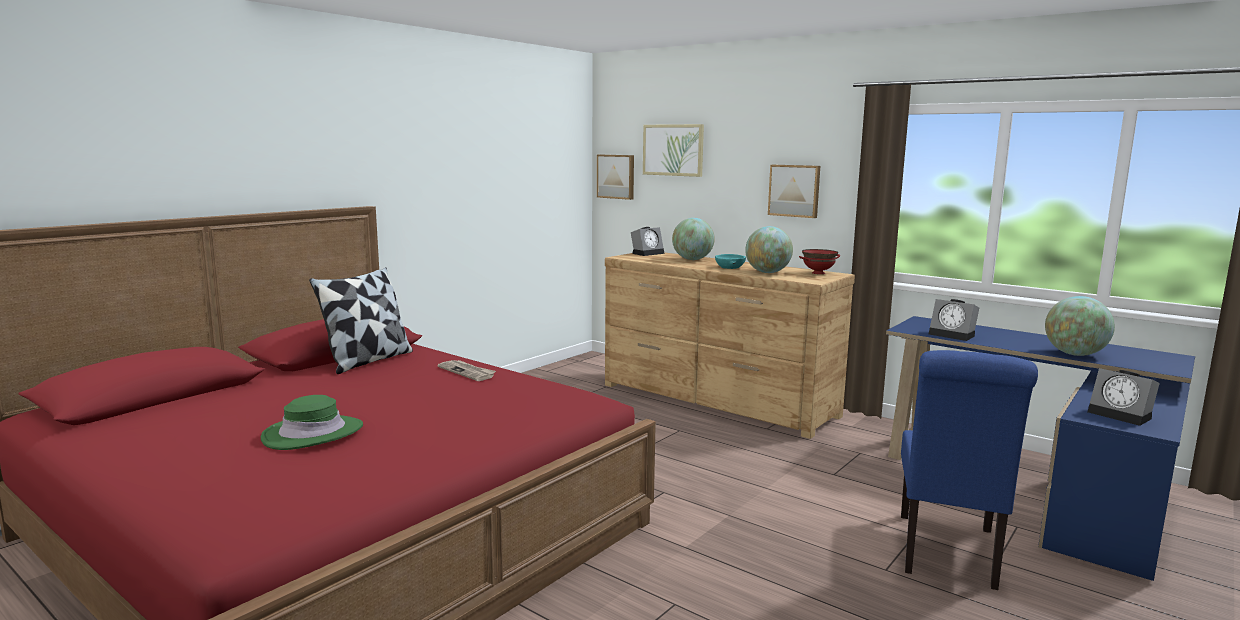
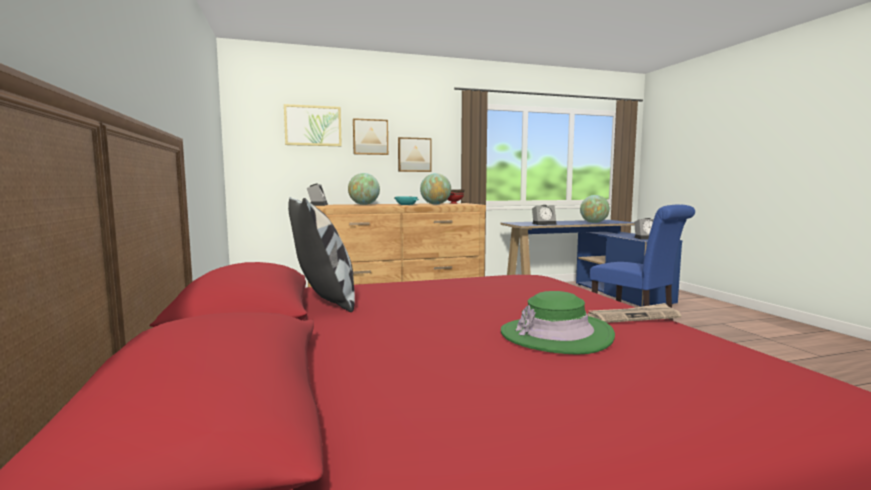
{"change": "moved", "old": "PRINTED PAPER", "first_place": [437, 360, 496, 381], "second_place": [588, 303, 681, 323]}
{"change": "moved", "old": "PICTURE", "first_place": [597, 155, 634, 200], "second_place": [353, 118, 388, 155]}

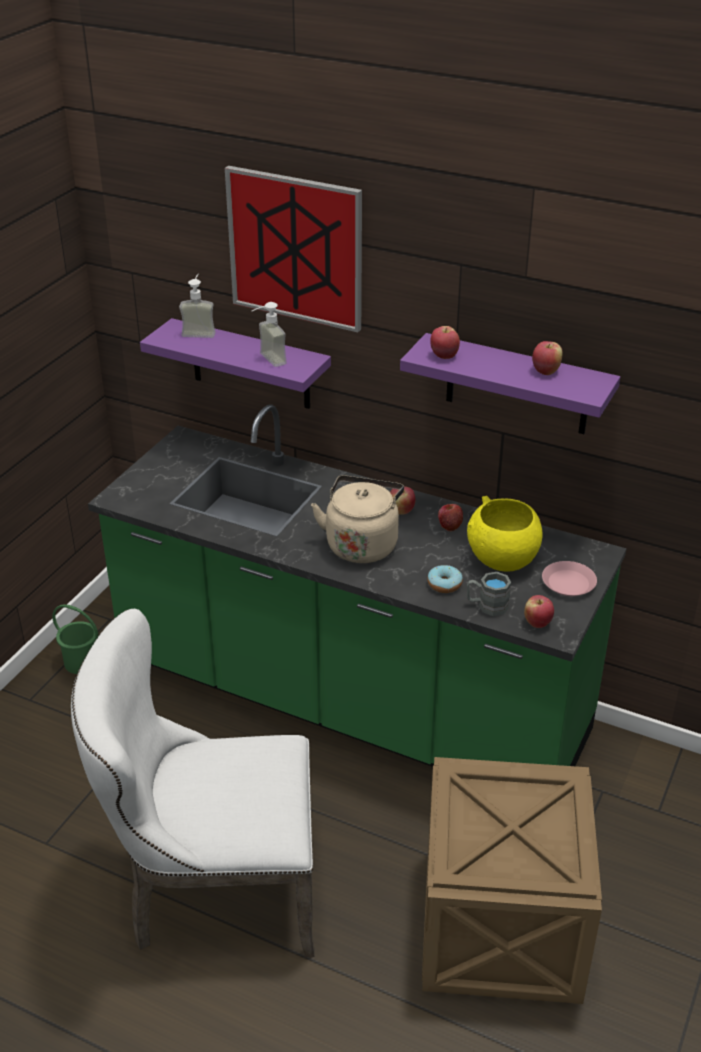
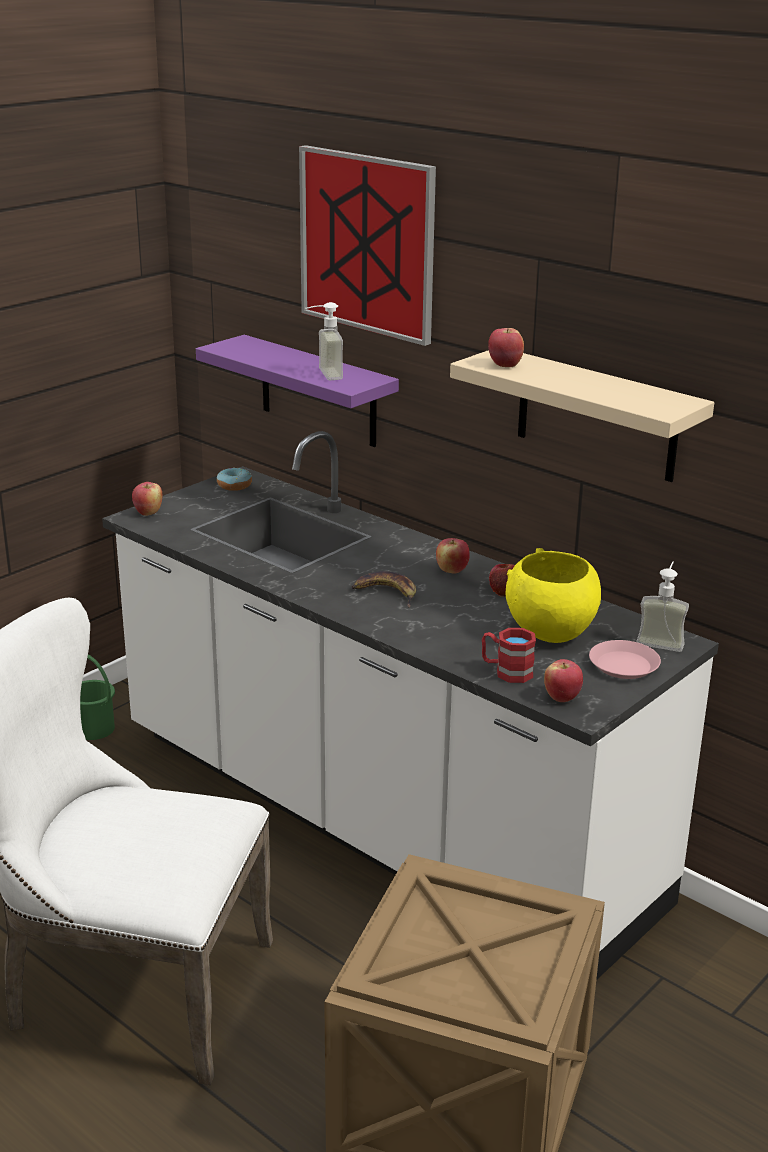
{"change": "recoloured", "old": "GREEN KITCHEN COUNTER", "new": "WHITISH KITCHEN COUNTER", "first_place": [88, 404, 626, 767], "second_place": [102, 431, 719, 980]}
{"change": "moved", "old": "LIQUID SOAP BOTTLE", "first_place": [179, 274, 216, 338], "second_place": [636, 562, 689, 652]}
{"change": "replaced", "old": "BEIGE-COLOURED TEA KETTLE", "new": "BANANA", "first_place": [311, 475, 404, 563], "second_place": [352, 571, 416, 608]}
{"change": "recoloured", "old": "PURPLE-COLOURED BRACKET SHELF", "new": "BEIGE-COLOURED BRACKET SHELF", "first_place": [400, 333, 620, 434], "second_place": [450, 350, 714, 482]}
{"change": "moved", "old": "DOUGHNUT", "first_place": [427, 565, 463, 593], "second_place": [217, 468, 252, 491]}
{"change": "recoloured", "old": "GRAY COFFEE MUG", "new": "RED-COLOURED COFFEE MUG", "first_place": [467, 572, 511, 616], "second_place": [482, 628, 536, 683]}
{"change": "moved", "old": "APPLE", "first_place": [532, 341, 563, 375], "second_place": [132, 482, 162, 516]}

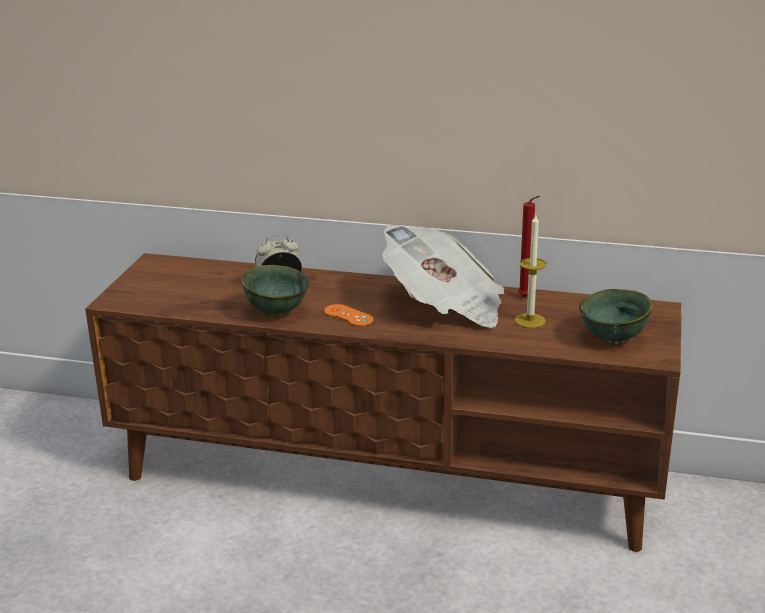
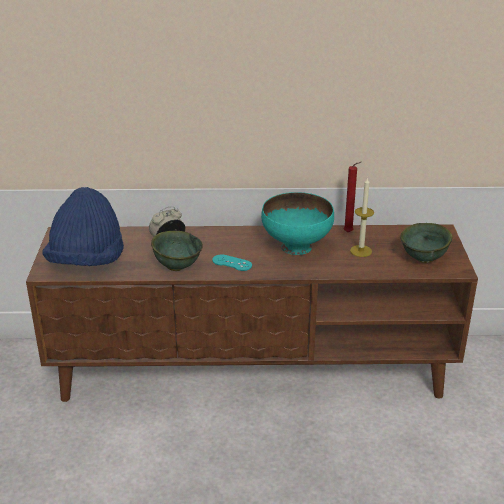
{"change": "recoloured", "old": "ORANGE-COLOURED JOYPAD", "new": "TURQUOISE JOYPAD", "first_place": [324, 304, 373, 326], "second_place": [212, 254, 252, 271]}
{"change": "replaced", "old": "PRINTED PAPER", "new": "TURQUOISE BOWL", "first_place": [382, 225, 504, 328], "second_place": [261, 192, 334, 255]}
{"change": "added", "new": "BLUISH HAT", "second_place": [42, 187, 124, 266]}

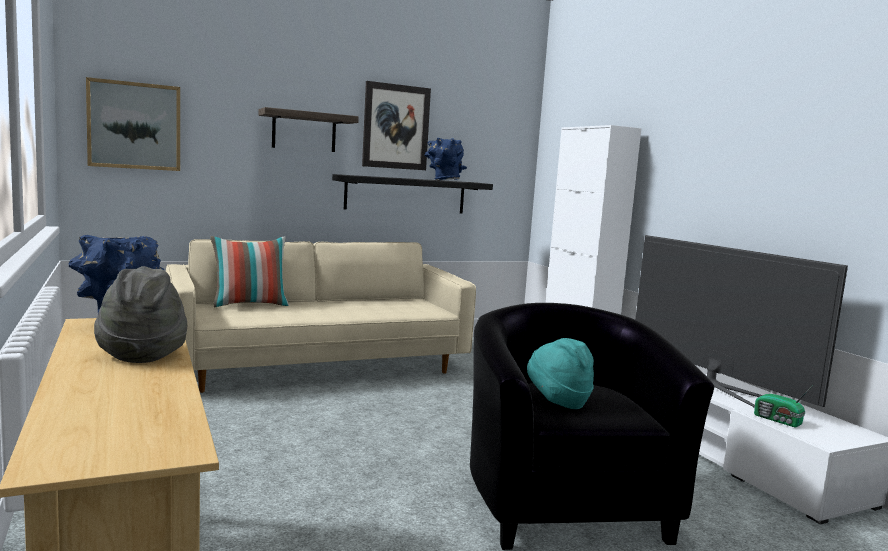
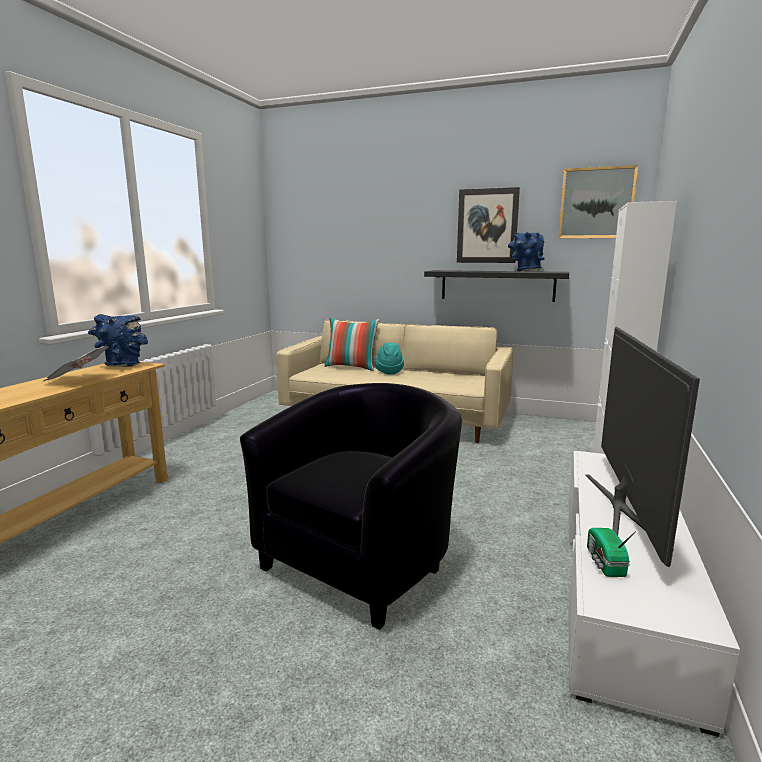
{"change": "moved", "old": "PICTURE", "first_place": [86, 77, 180, 171], "second_place": [558, 165, 638, 239]}
{"change": "replaced", "old": "GRAY HAT", "new": "PRINTED PAPER", "first_place": [94, 266, 187, 363], "second_place": [43, 345, 109, 381]}
{"change": "removed", "old": "BRACKET SHELF", "first_place": [259, 107, 359, 152]}
{"change": "moved", "old": "TURQUOISE HAT", "first_place": [527, 338, 594, 409], "second_place": [375, 342, 404, 375]}

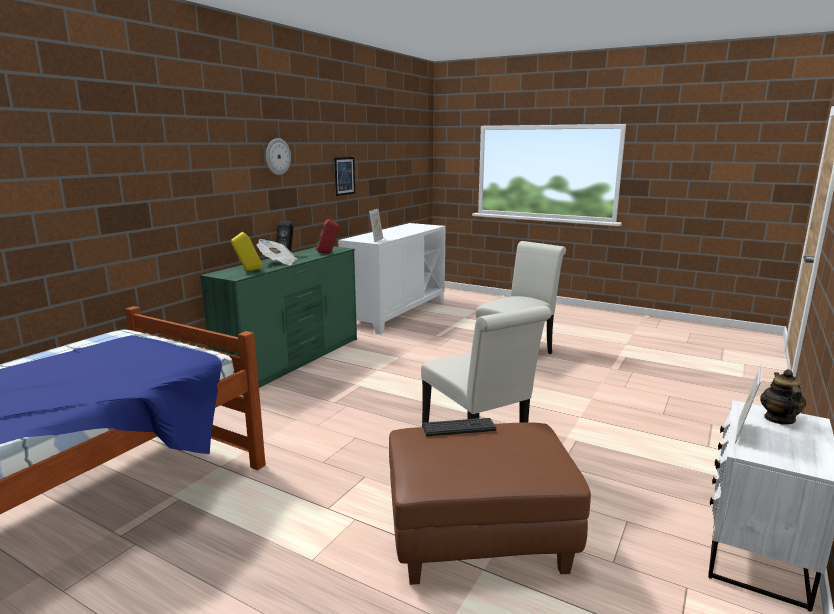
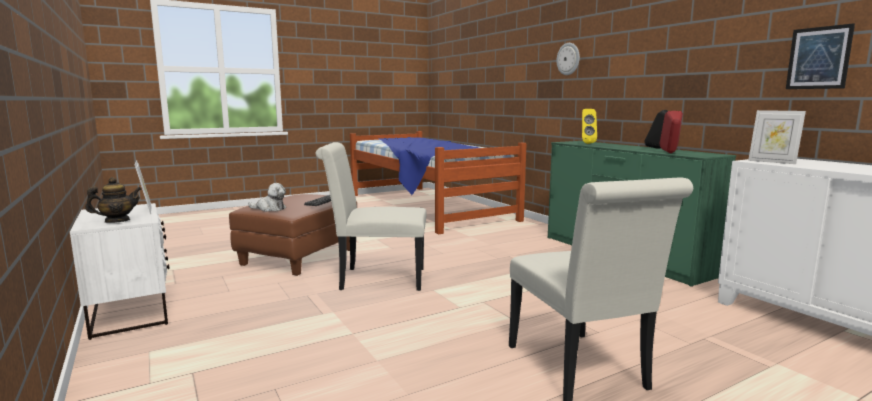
{"change": "removed", "old": "PRINTED PAPER", "first_place": [256, 239, 297, 265]}
{"change": "moved", "old": "WALL CLOCK", "first_place": [266, 138, 291, 175], "second_place": [556, 43, 580, 75]}
{"change": "turned", "old": "POT FOR TEA", "first_place": [760, 369, 806, 425], "second_place": [85, 177, 142, 223], "degrees": -75}
{"change": "added", "new": "PLUSH TOY", "second_place": [248, 183, 286, 212]}

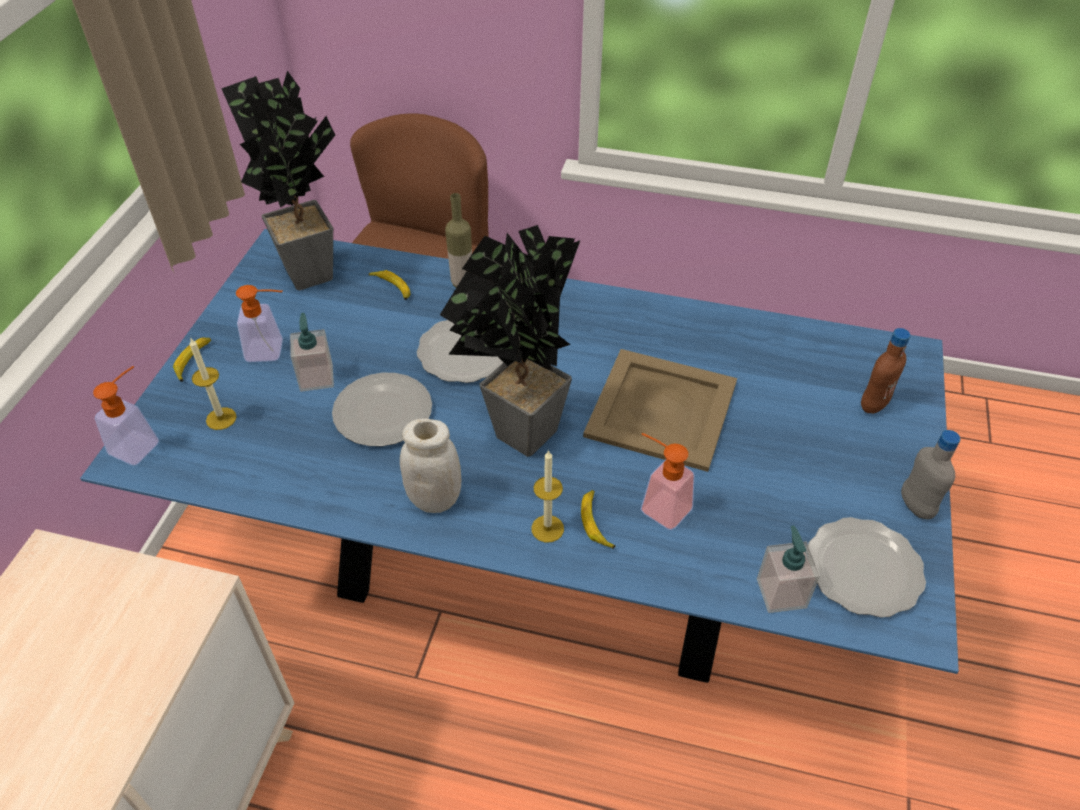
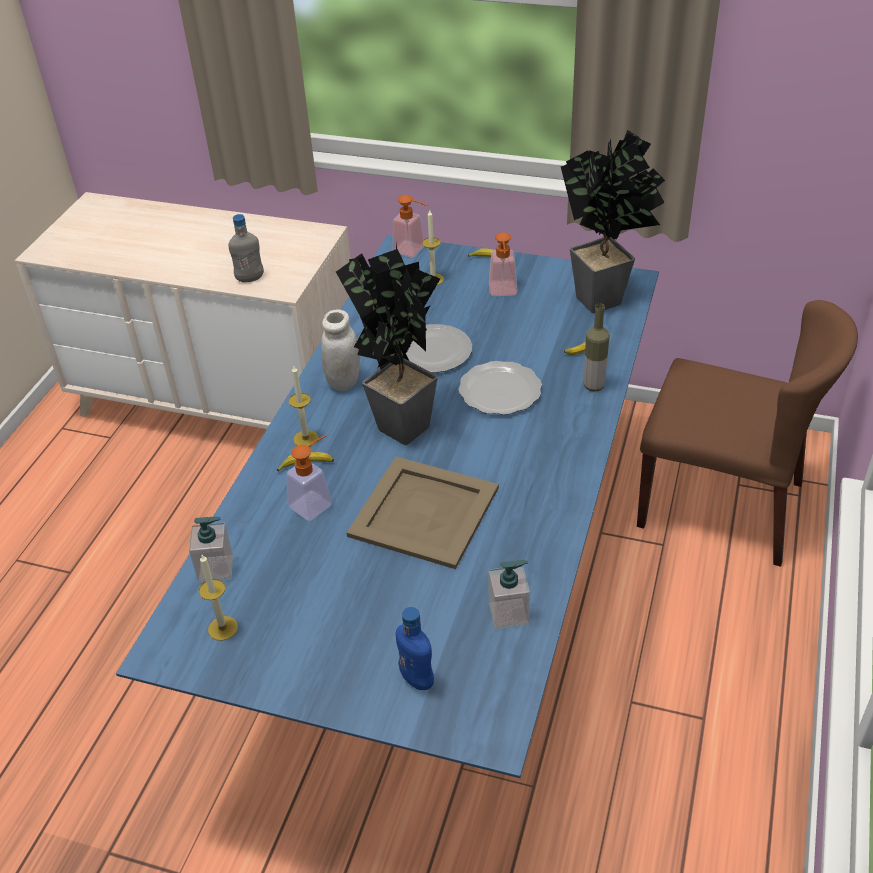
{"change": "moved", "old": "LIQUID SOAP BOTTLE", "first_place": [290, 313, 334, 392], "second_place": [488, 560, 530, 630]}
{"change": "replaced", "old": "DINNER PLATE", "new": "WAX CANDLE", "first_place": [808, 517, 926, 618], "second_place": [199, 555, 238, 641]}
{"change": "recoloured", "old": "BROWN BOTTLE", "new": "BLUISH BOTTLE", "first_place": [861, 328, 910, 414], "second_place": [396, 607, 434, 690]}
{"change": "moved", "old": "GRAY BOTTLE", "first_place": [901, 430, 960, 519], "second_place": [228, 214, 264, 283]}

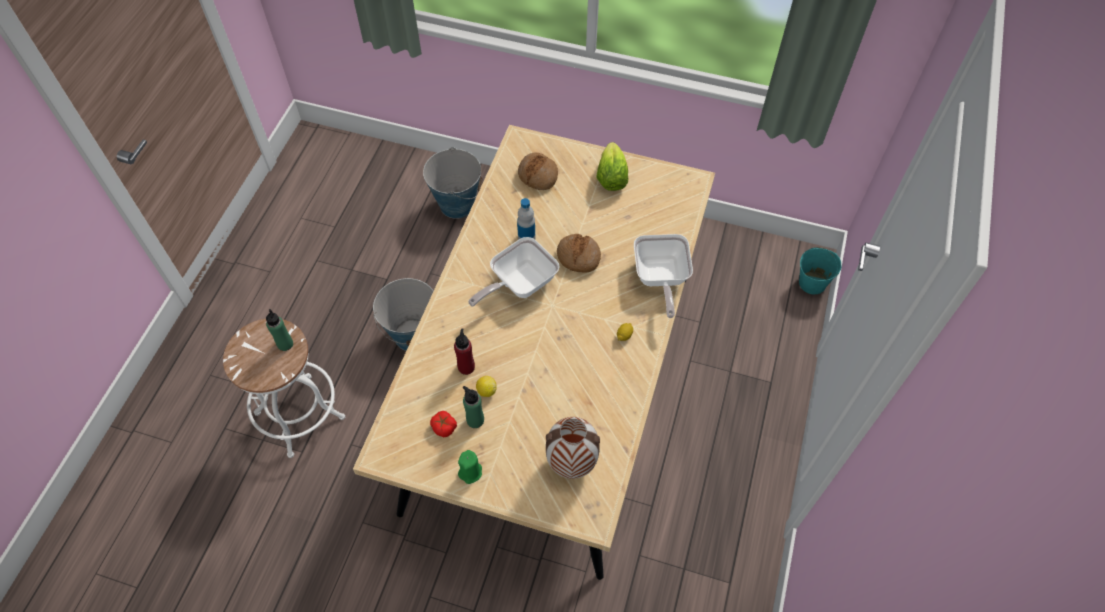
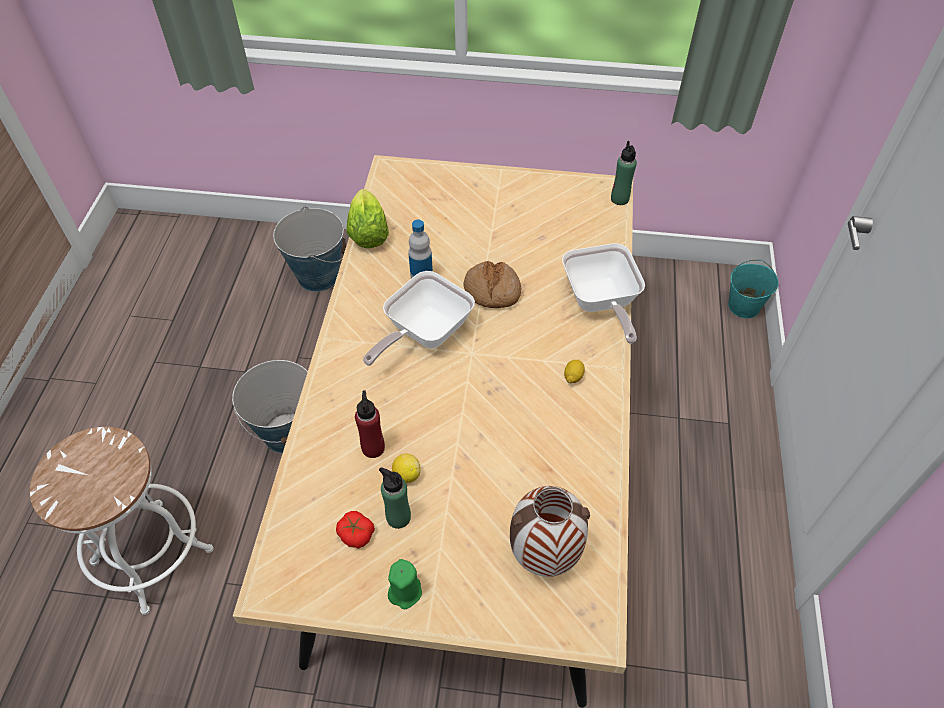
{"change": "moved", "old": "GREEN BOTTLE", "first_place": [266, 309, 293, 351], "second_place": [611, 141, 637, 205]}
{"change": "removed", "old": "BAKED BREAD", "first_place": [518, 153, 558, 190]}
{"change": "moved", "old": "HEAD OF LETTUCE", "first_place": [597, 142, 628, 191], "second_place": [346, 189, 389, 248]}

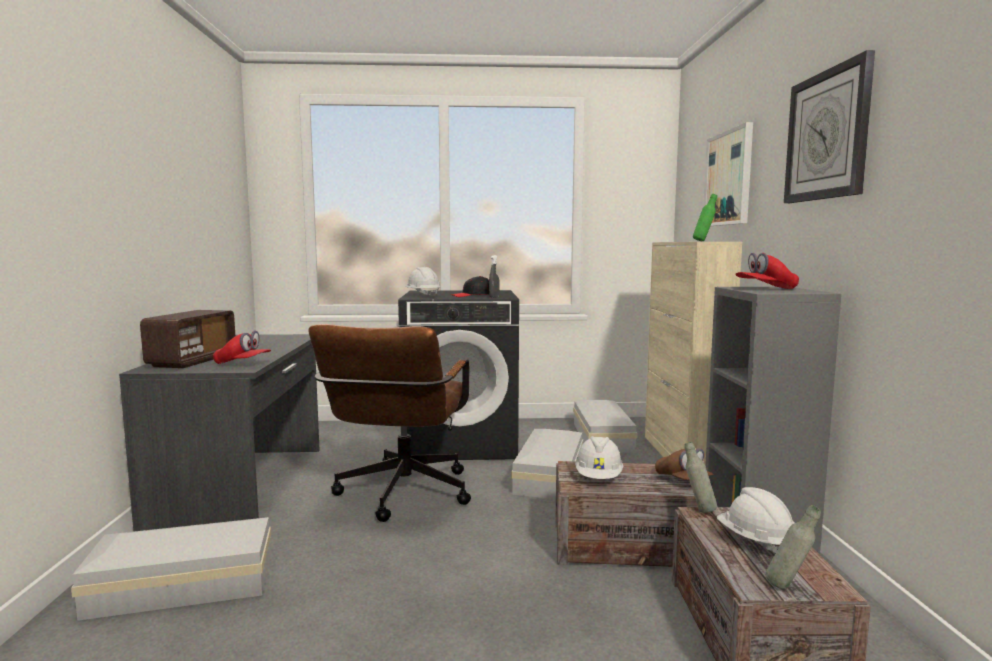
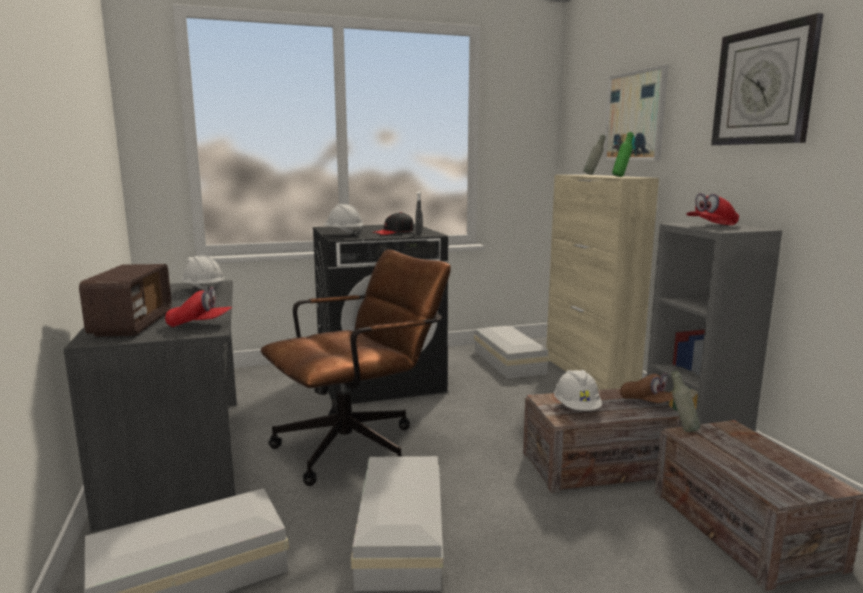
{"change": "turned", "old": "BROWN OFFICE CHAIR", "first_place": [308, 324, 471, 522], "second_place": [261, 249, 451, 486], "degrees": -120}
{"change": "moved", "old": "WHITISH STORAGE CONTAINER", "first_place": [511, 429, 583, 499], "second_place": [351, 456, 443, 591]}
{"change": "moved", "old": "WHITISH HARD HAT", "first_place": [717, 487, 794, 553], "second_place": [181, 255, 225, 291]}
{"change": "moved", "old": "GRAY BOTTLE", "first_place": [765, 505, 821, 589], "second_place": [583, 135, 606, 175]}

